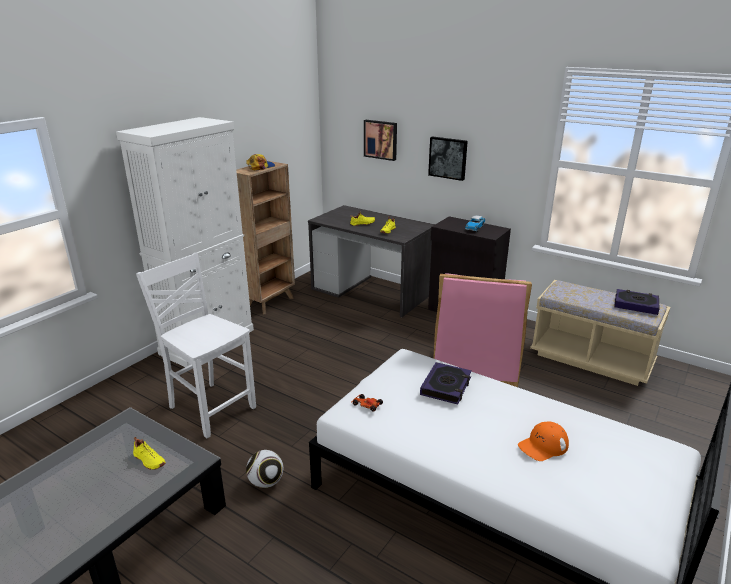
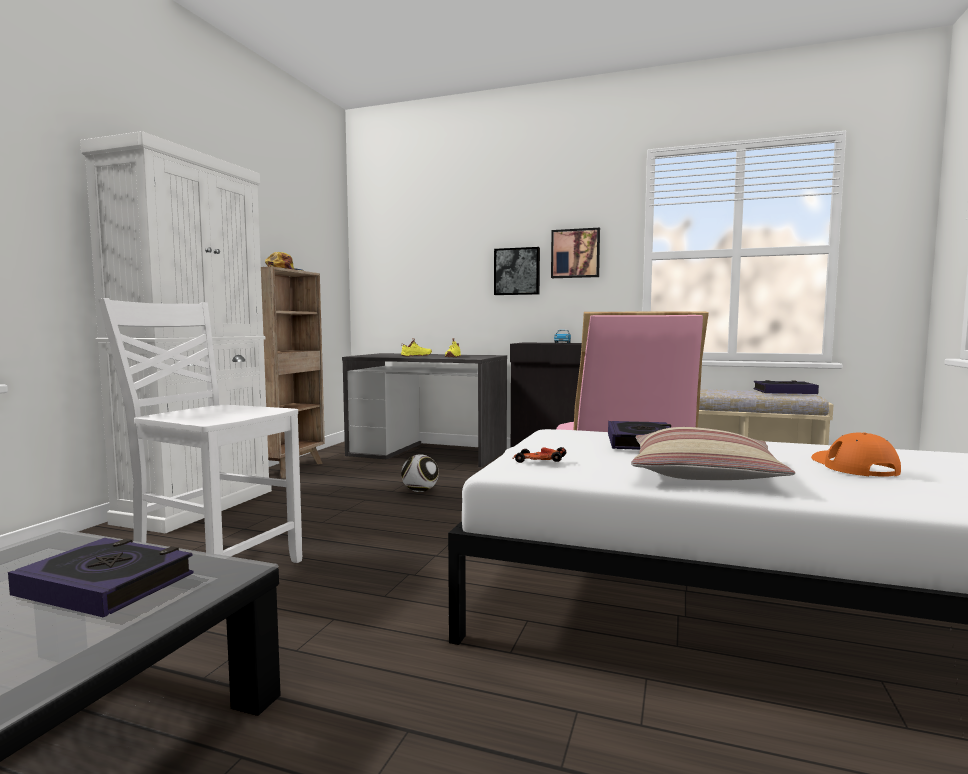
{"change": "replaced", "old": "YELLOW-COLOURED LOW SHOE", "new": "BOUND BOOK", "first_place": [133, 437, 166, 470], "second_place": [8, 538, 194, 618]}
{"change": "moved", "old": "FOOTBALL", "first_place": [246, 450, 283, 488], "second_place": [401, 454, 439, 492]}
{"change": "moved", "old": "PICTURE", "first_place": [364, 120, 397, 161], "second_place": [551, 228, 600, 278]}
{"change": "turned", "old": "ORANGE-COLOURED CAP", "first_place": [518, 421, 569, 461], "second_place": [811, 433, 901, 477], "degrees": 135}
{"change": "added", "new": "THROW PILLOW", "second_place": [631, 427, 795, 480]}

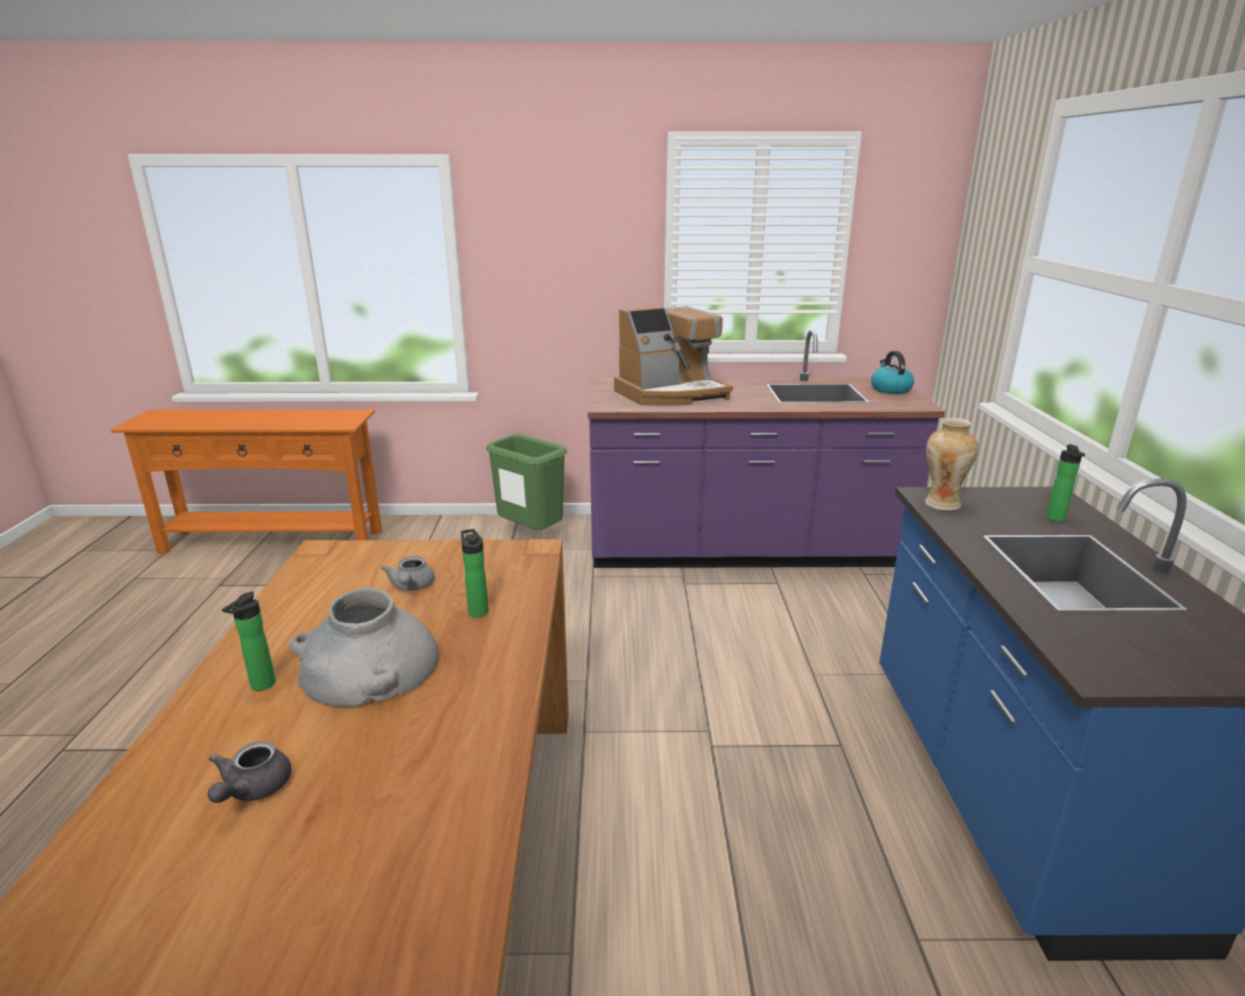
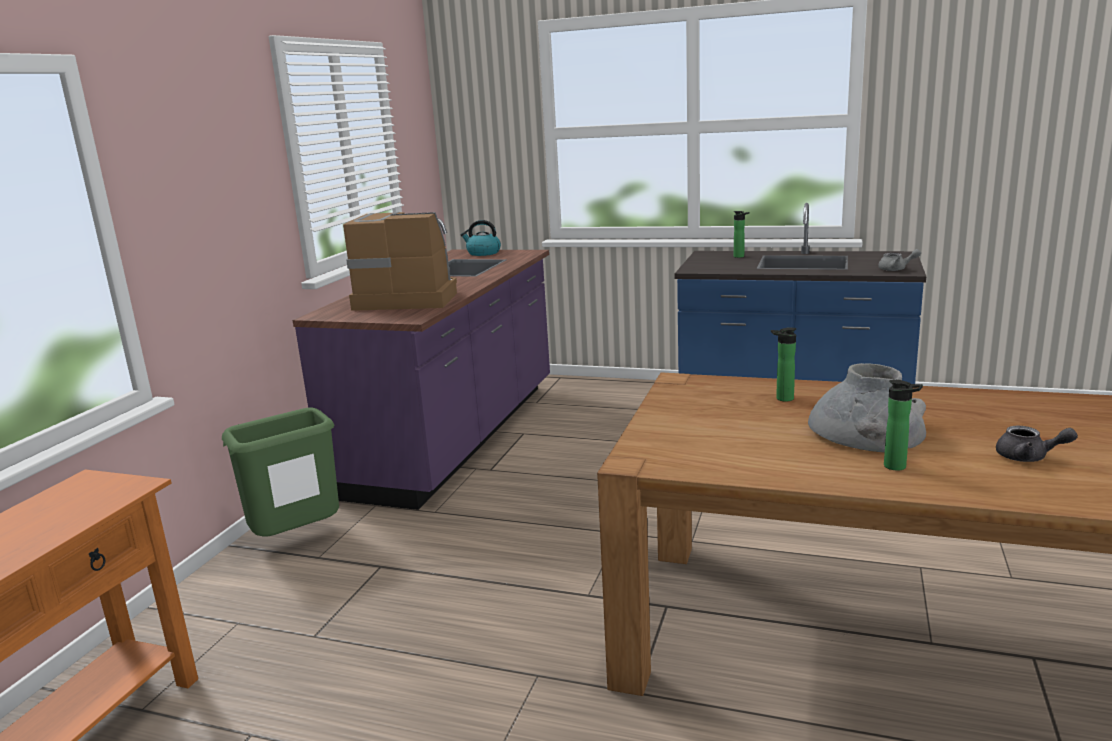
{"change": "moved", "old": "GRAY POT FOR TEA", "first_place": [381, 556, 434, 591], "second_place": [878, 249, 921, 271]}
{"change": "turned", "old": "COFFEE MACHINE", "first_place": [614, 306, 733, 406], "second_place": [343, 212, 457, 311], "degrees": -75}
{"change": "removed", "old": "VASE", "first_place": [925, 418, 978, 511]}

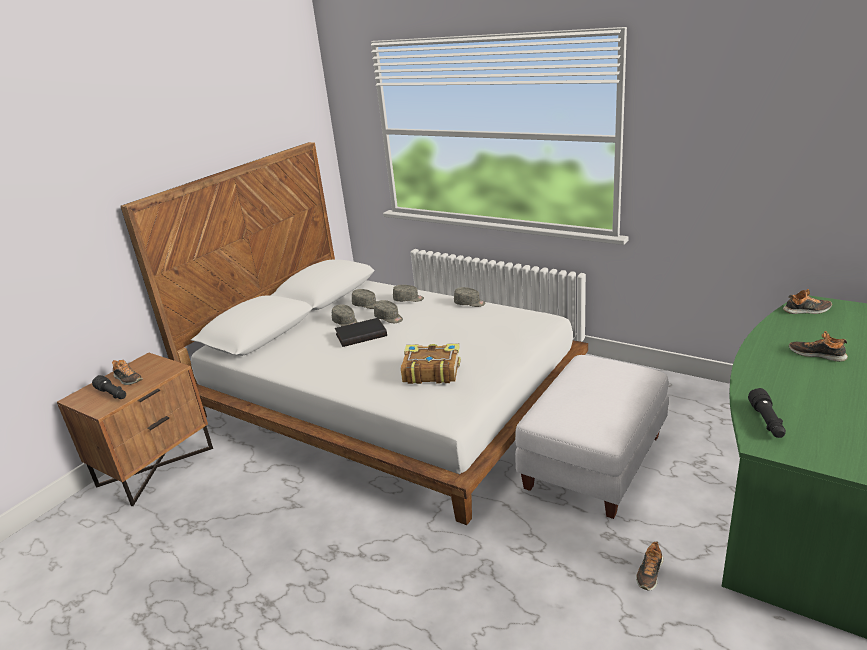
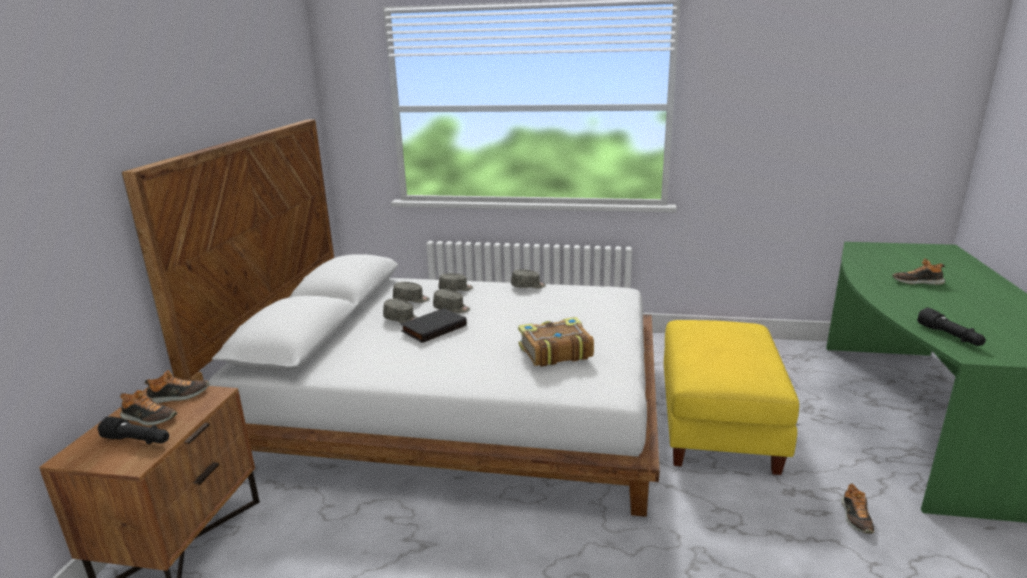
{"change": "recoloured", "old": "WHITISH POUFFE", "new": "YELLOW-COLOURED POUFFE", "first_place": [515, 355, 669, 519], "second_place": [664, 320, 799, 475]}
{"change": "moved", "old": "LOW SHOE", "first_place": [783, 289, 832, 314], "second_place": [145, 370, 209, 403]}

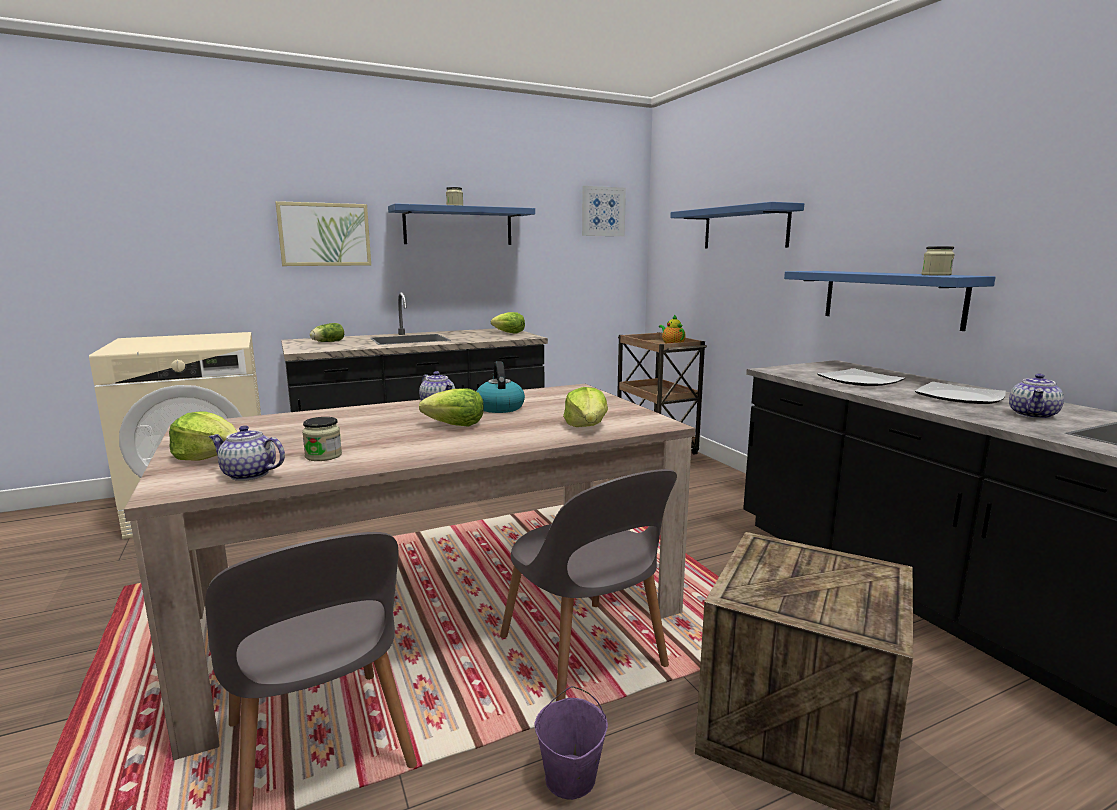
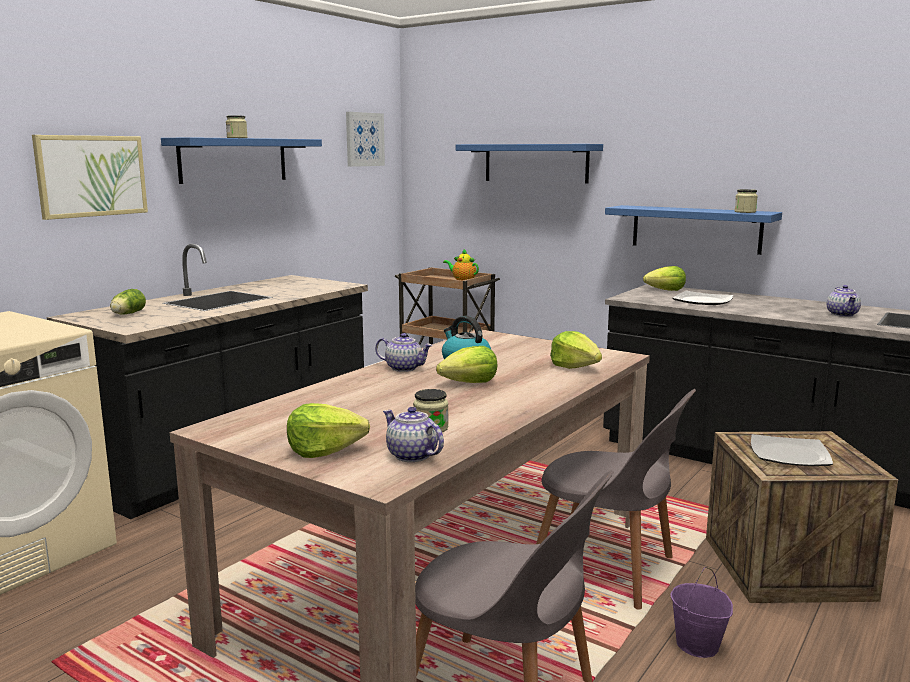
{"change": "turned", "old": "POT FOR TEA", "first_place": [209, 425, 285, 481], "second_place": [383, 407, 444, 462], "degrees": 60}
{"change": "moved", "old": "HEAD OF LETTUCE", "first_place": [491, 312, 525, 334], "second_place": [643, 266, 686, 291]}
{"change": "moved", "old": "DINNER PLATE", "first_place": [915, 382, 1006, 404], "second_place": [751, 434, 833, 466]}

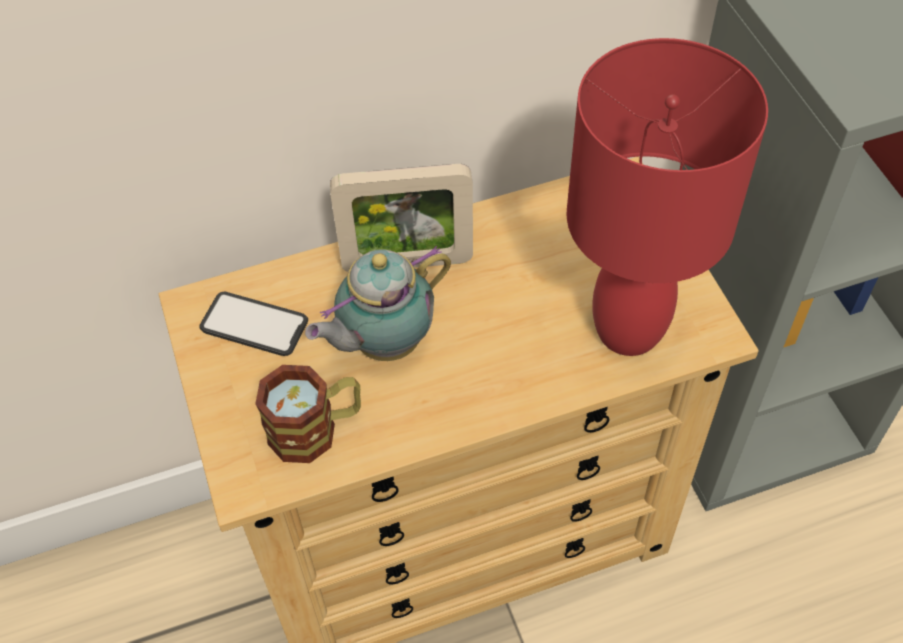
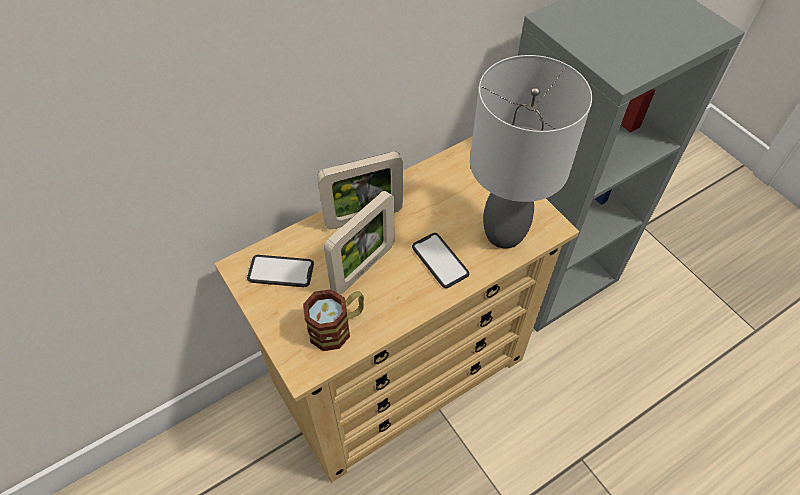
{"change": "replaced", "old": "POT FOR TEA", "new": "STANDING FRAME", "first_place": [305, 246, 451, 361], "second_place": [324, 191, 395, 295]}
{"change": "recoloured", "old": "RED-COLOURED TABLE LAMP", "new": "GRAY TABLE LAMP", "first_place": [567, 38, 768, 356], "second_place": [470, 55, 592, 248]}
{"change": "added", "new": "HANDSET", "second_place": [412, 233, 469, 288]}

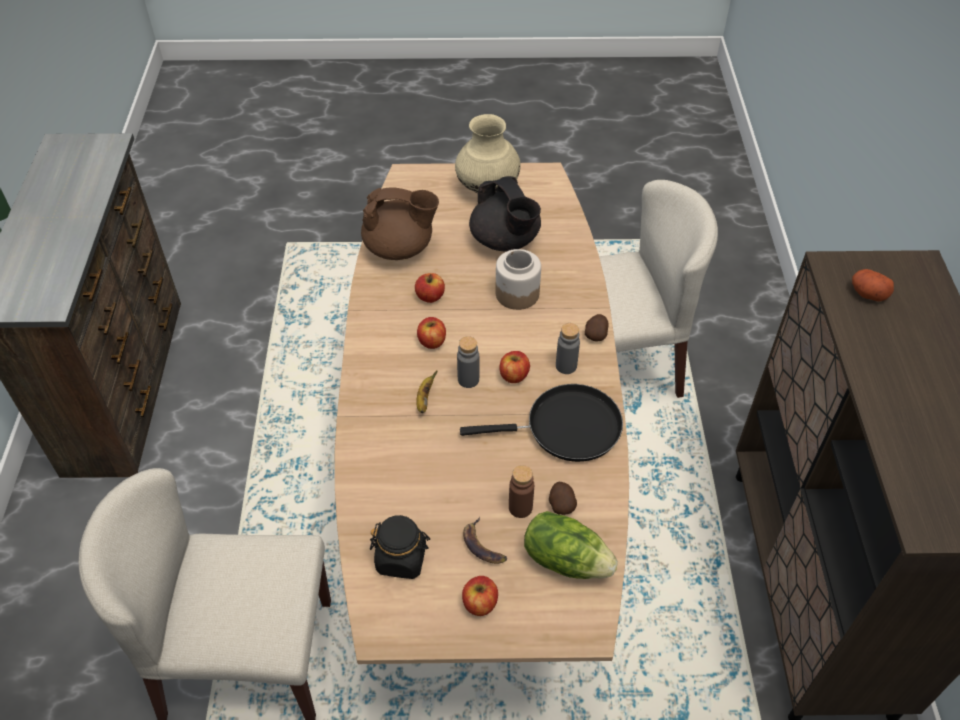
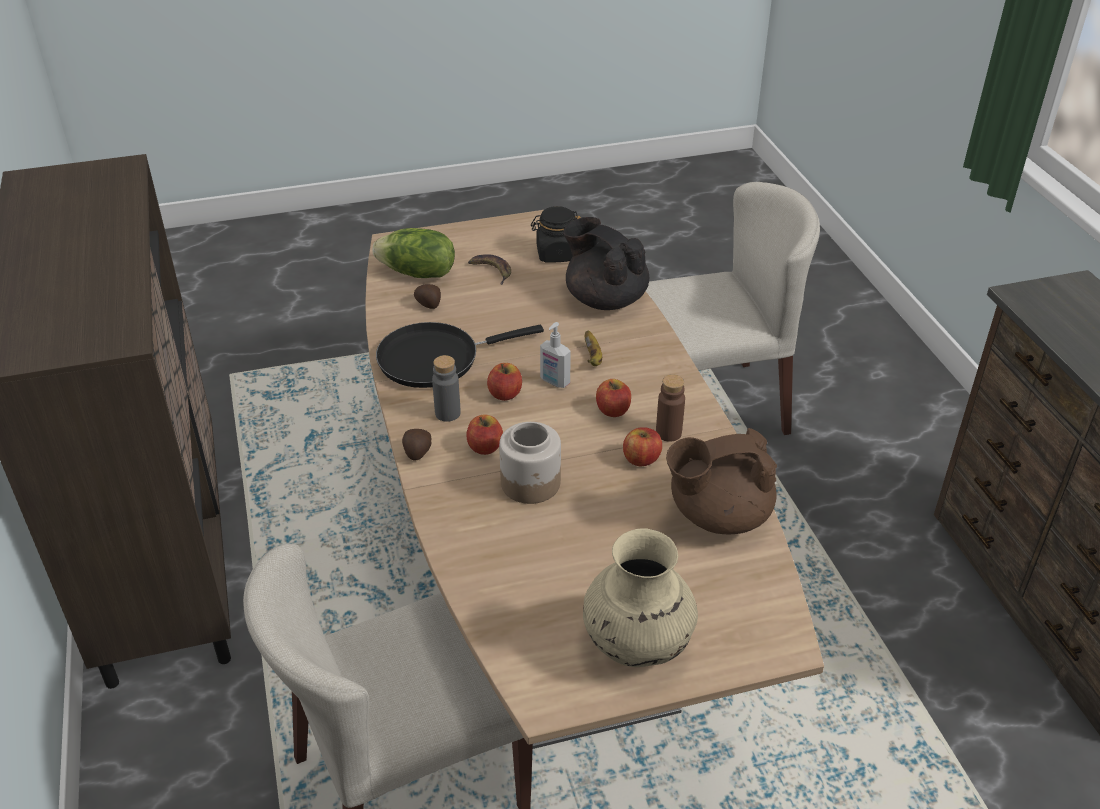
{"change": "replaced", "old": "GRAY BOTTLE", "new": "LIQUID SOAP BOTTLE", "first_place": [457, 336, 479, 388], "second_place": [540, 322, 571, 388]}
{"change": "moved", "old": "APPLE", "first_place": [462, 576, 498, 616], "second_place": [466, 415, 503, 455]}
{"change": "moved", "old": "BLACK POT FOR TEA", "first_place": [469, 176, 541, 251], "second_place": [563, 217, 649, 310]}
{"change": "moved", "old": "BROWN BOTTLE", "first_place": [509, 465, 534, 518], "second_place": [656, 374, 685, 442]}
{"change": "removed", "old": "WHOLE POTATO", "first_place": [852, 269, 894, 302]}

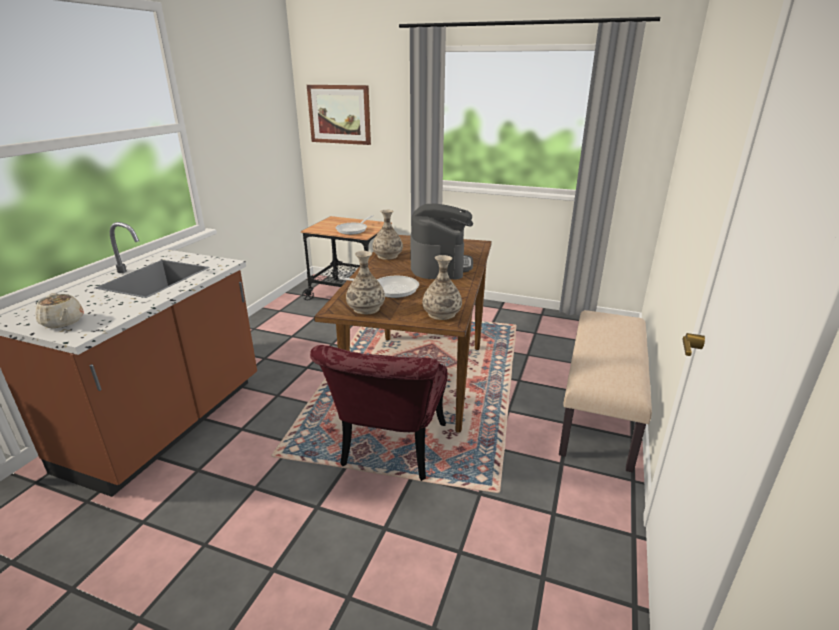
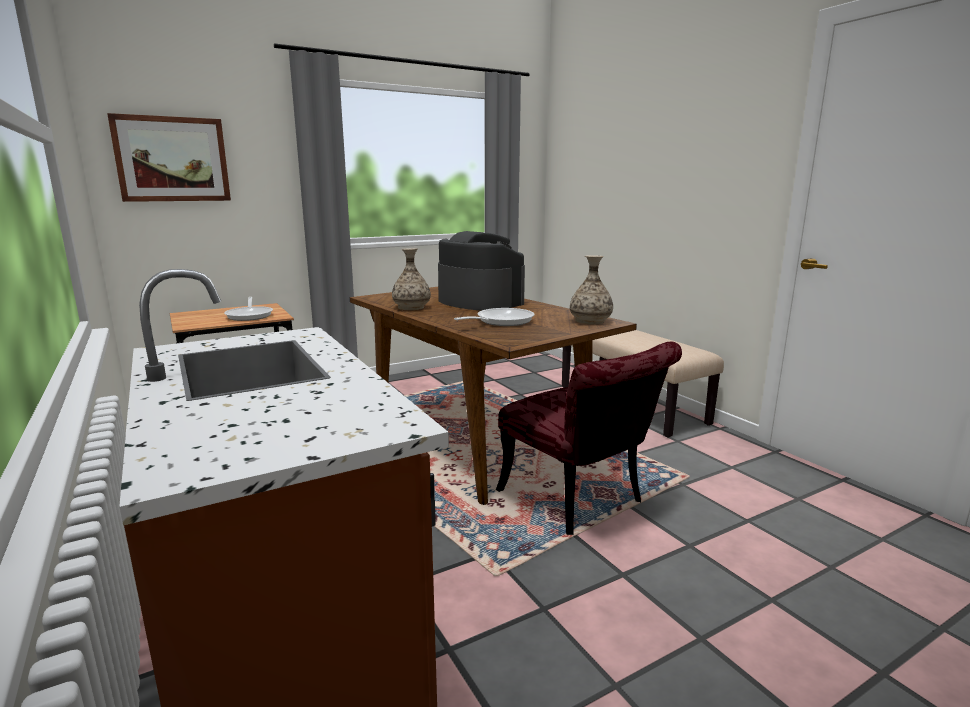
{"change": "removed", "old": "BEIGE-COLOURED POT FOR TEA", "first_place": [36, 293, 84, 328]}
{"change": "removed", "old": "VASE", "first_place": [346, 251, 385, 315]}

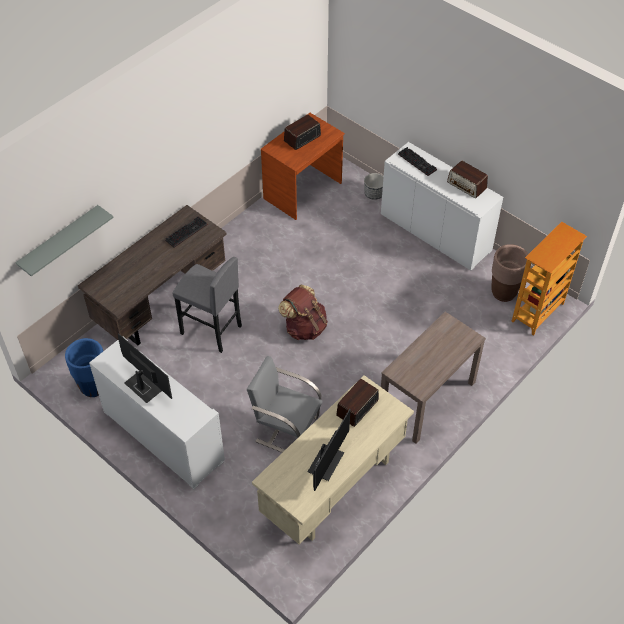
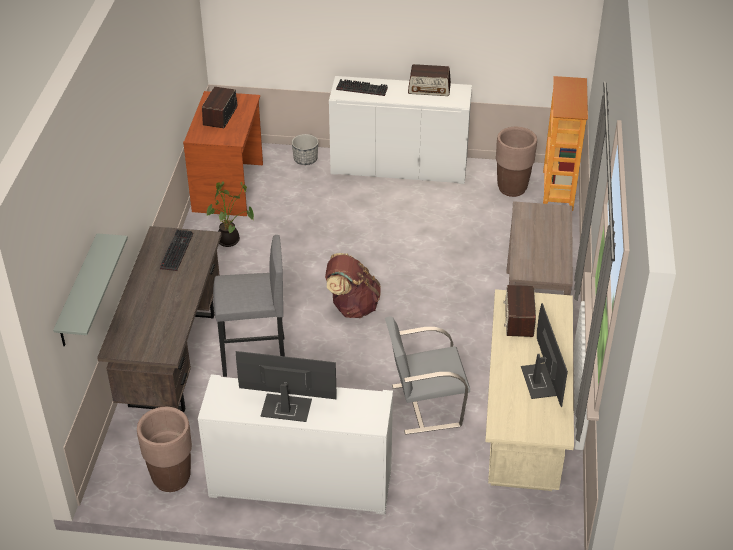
{"change": "recoloured", "old": "BLUISH PLANT POT", "new": "BROWN PLANT POT", "first_place": [65, 338, 103, 397], "second_place": [137, 407, 192, 492]}
{"change": "added", "new": "POTTED PLANT", "second_place": [206, 181, 254, 247]}

